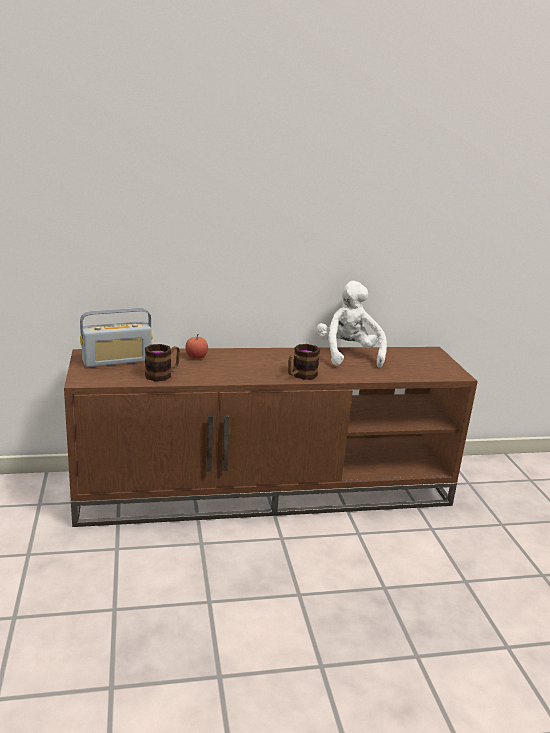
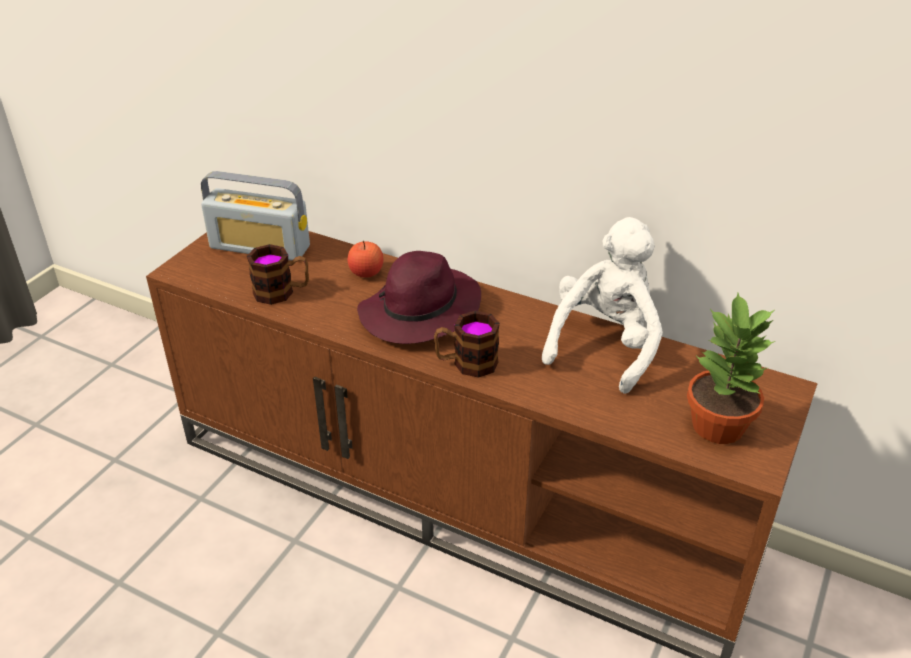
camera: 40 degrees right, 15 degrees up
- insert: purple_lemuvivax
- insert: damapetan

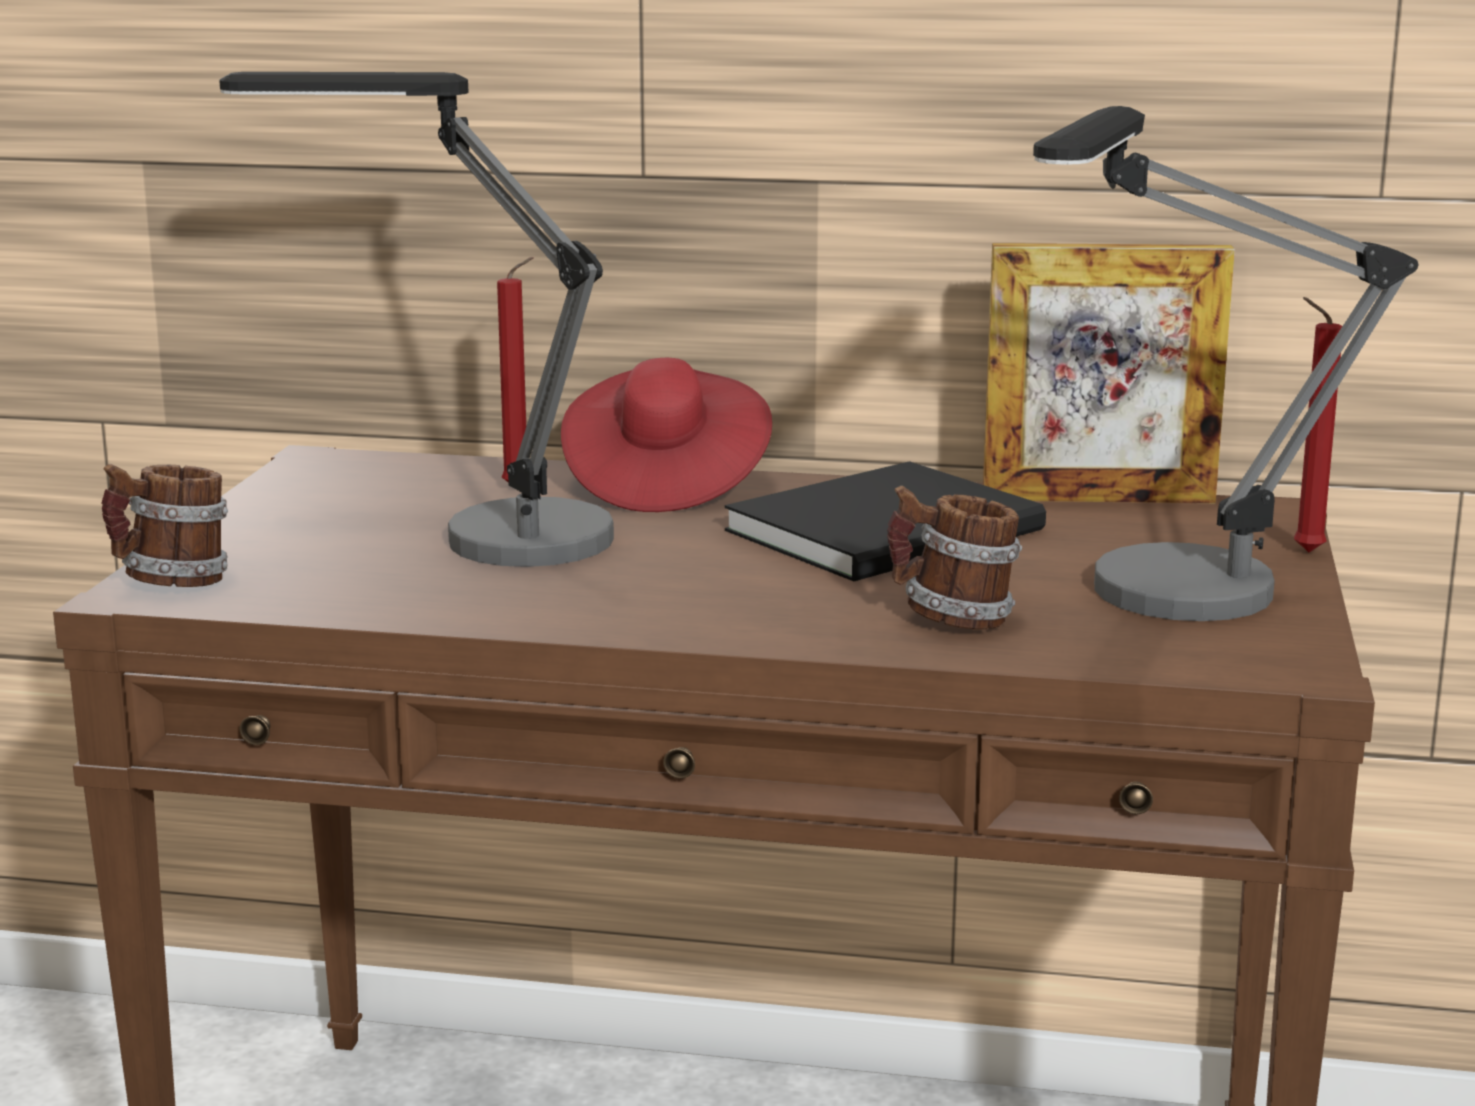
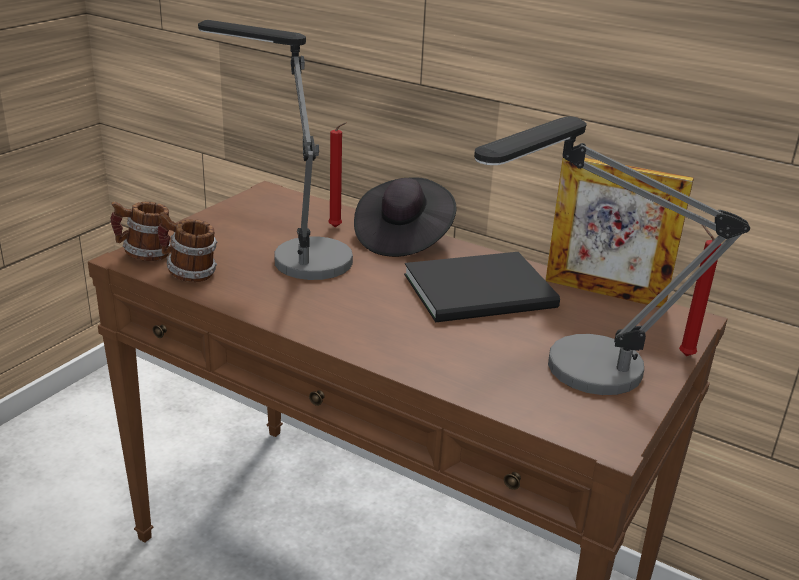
camera: 20 degrees right, 10 degrees up
- recolor: red_lemuvivax to black_lemuvivax
- move: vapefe (2nd from left)

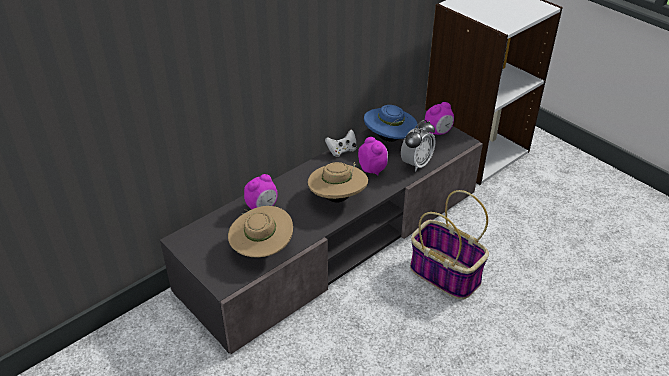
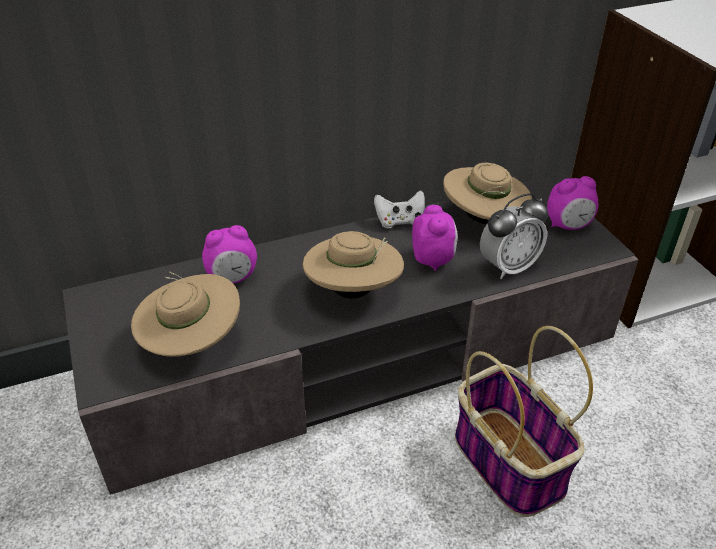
camera: 20 degrees right, 0 degrees up
- recolor: blue_lemuvivax to beige_lemuvivax (3rd from left)

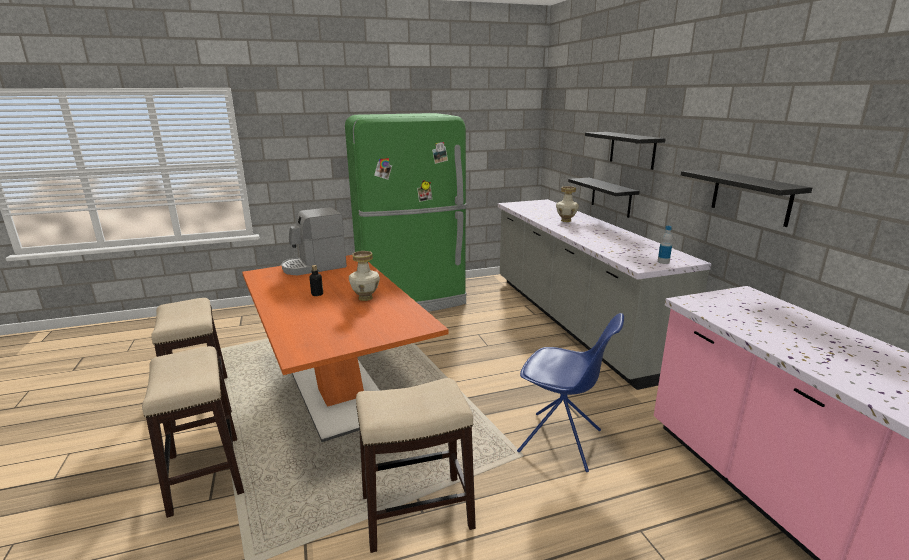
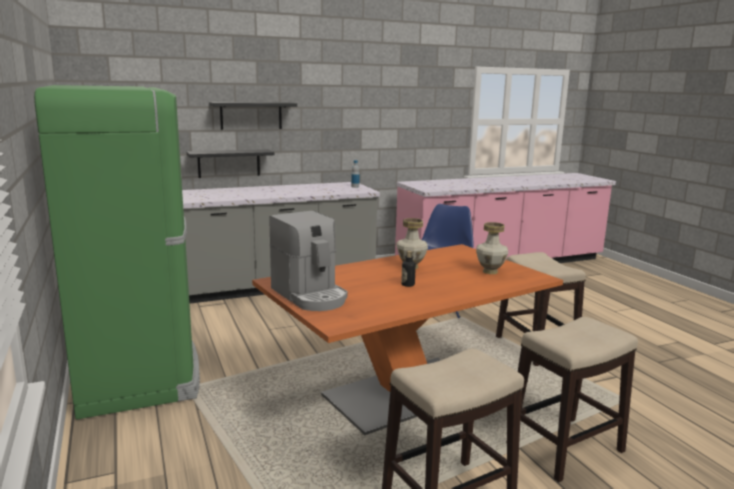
camera: 95 degrees left, 5 degrees down
- delete: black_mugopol (3rd from left)
- move: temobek (2nd from left)

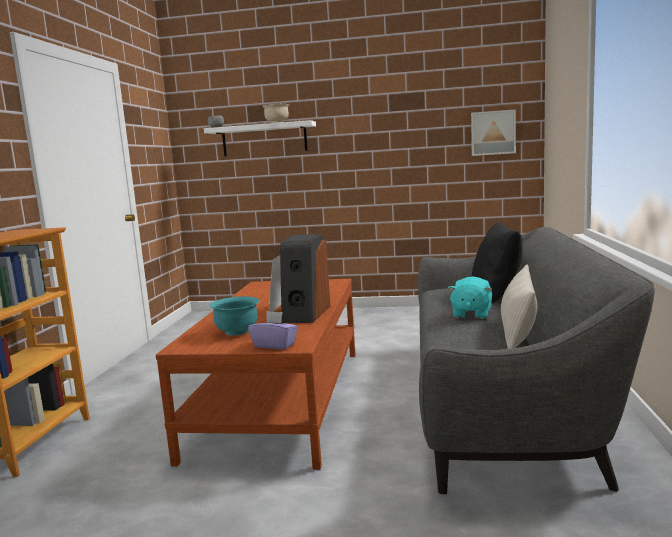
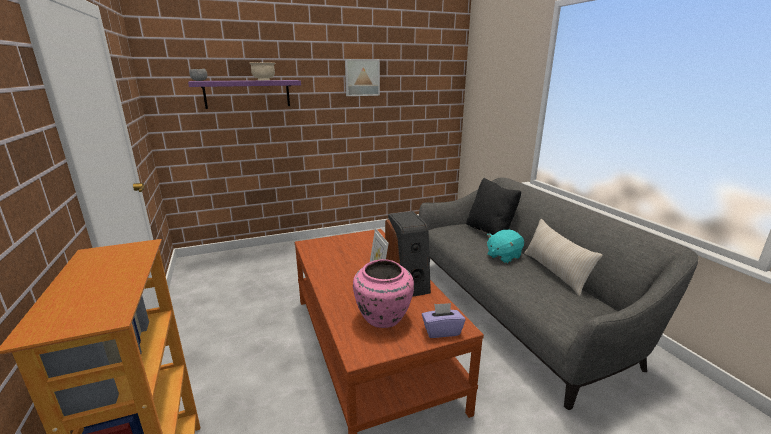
camera: 30 degrees left, 10 degrees up
- move: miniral
- recolor: white_mugopol to purple_mugopol
- rotate: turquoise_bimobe 60 degrees clockwise
- replace: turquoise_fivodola to pink_temobek

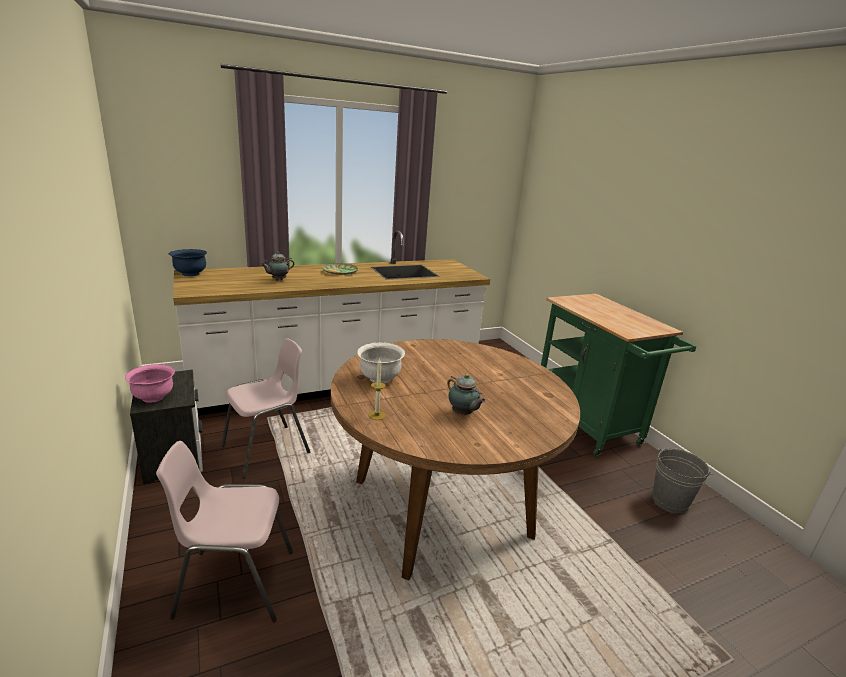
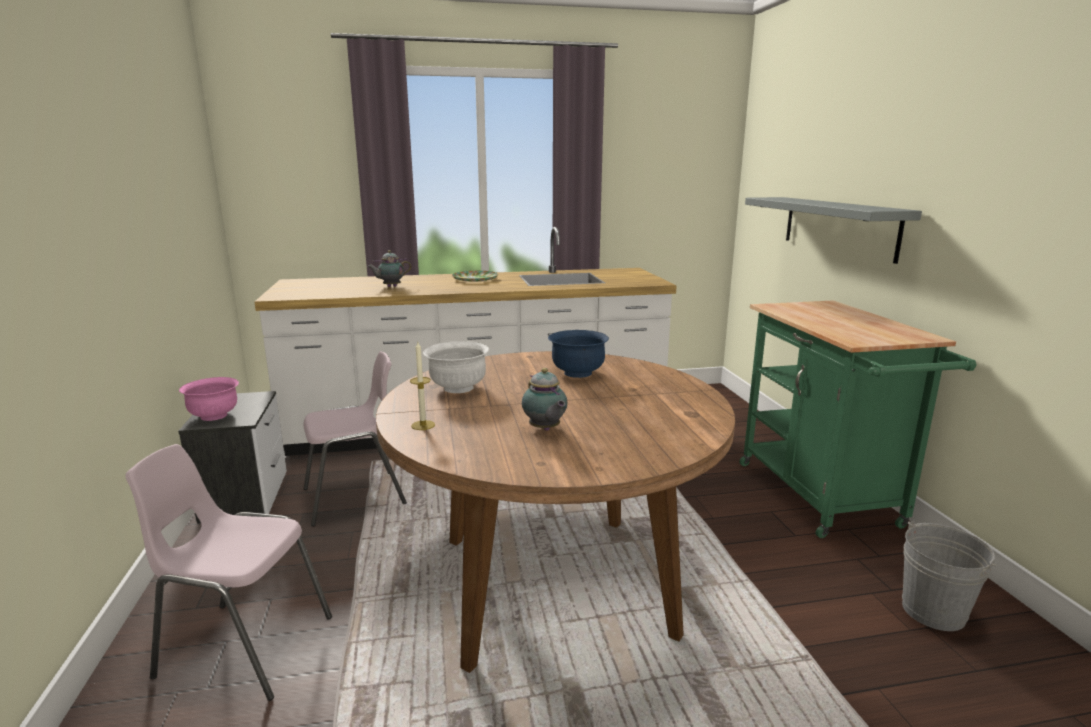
camera: 15 degrees right, 5 degrees down
- move: blue_fivodola
- insert: grey_mugopol

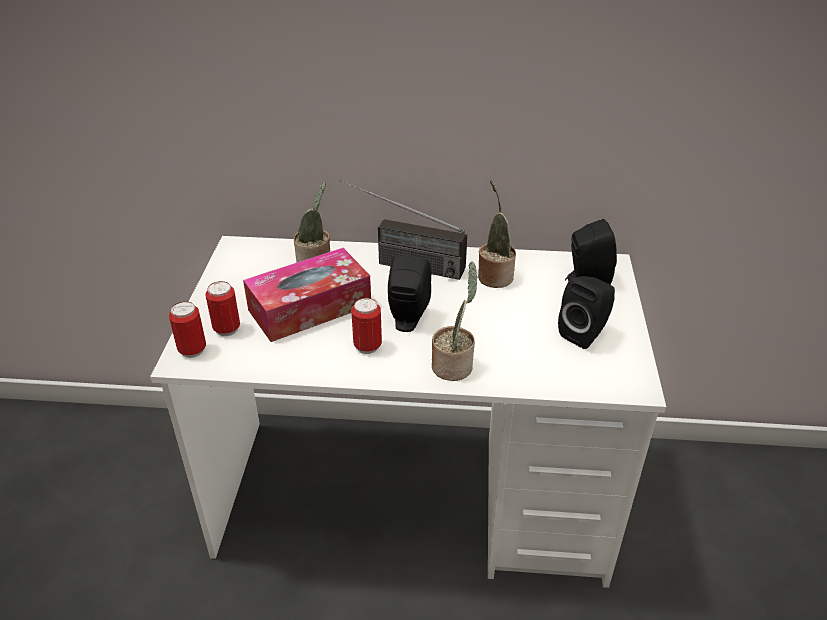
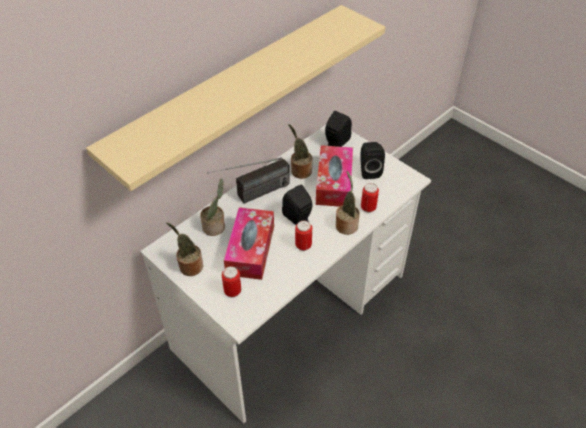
camera: 50 degrees left, 10 degrees up
- move: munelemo (1st from left in the first image) to munelemo (3rd from left)
- insert: beige_mugopol
- insert: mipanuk (2nd from left)
- insert: damapetan (1st from left)

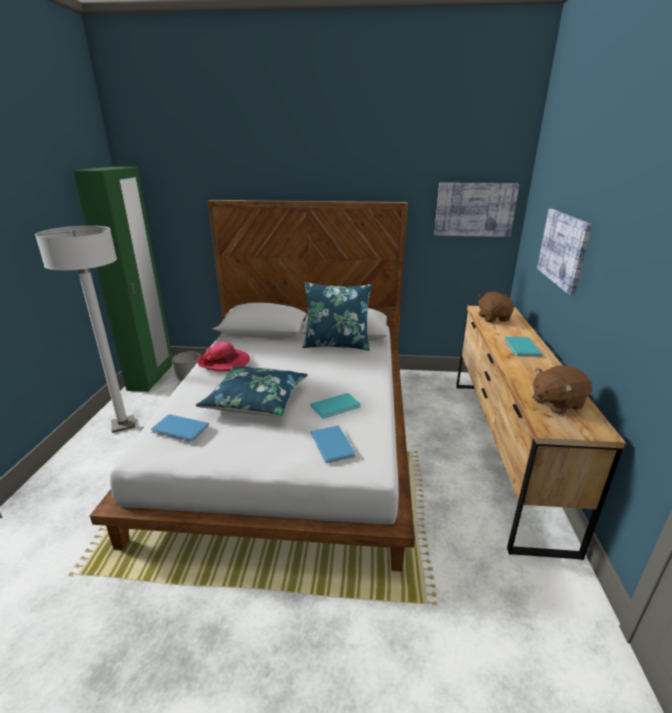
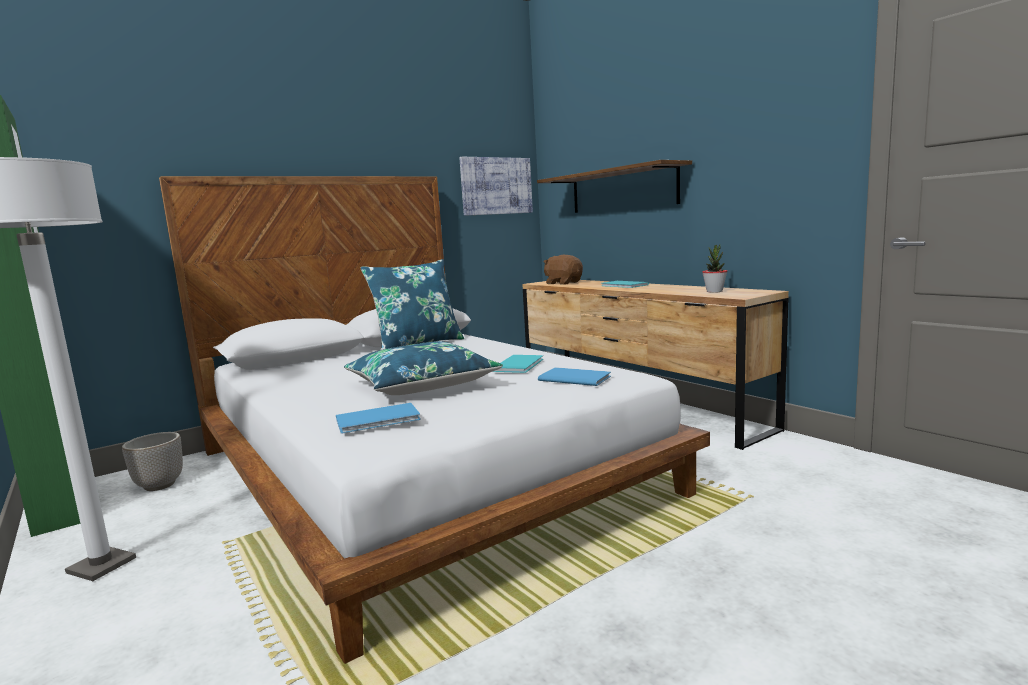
camera: 40 degrees left, 15 degrees down
- replace: miniral (2nd from left) to mugopol
- delete: lemuvivax
- replace: brown_bimobe (2nd from left) to damapetan

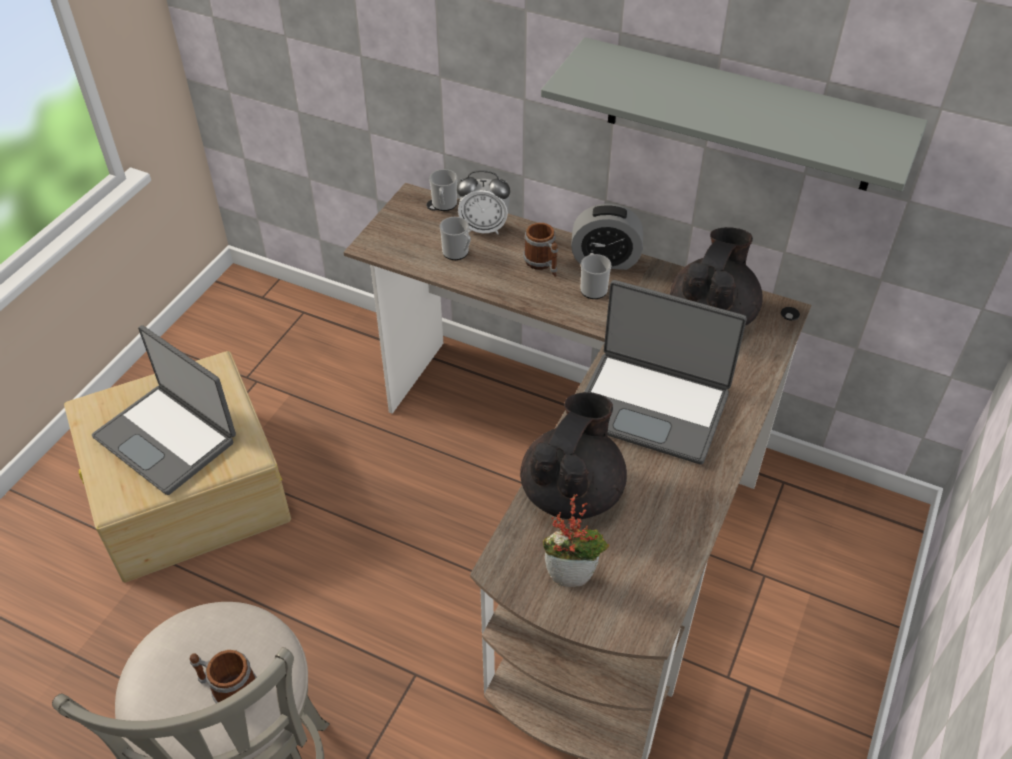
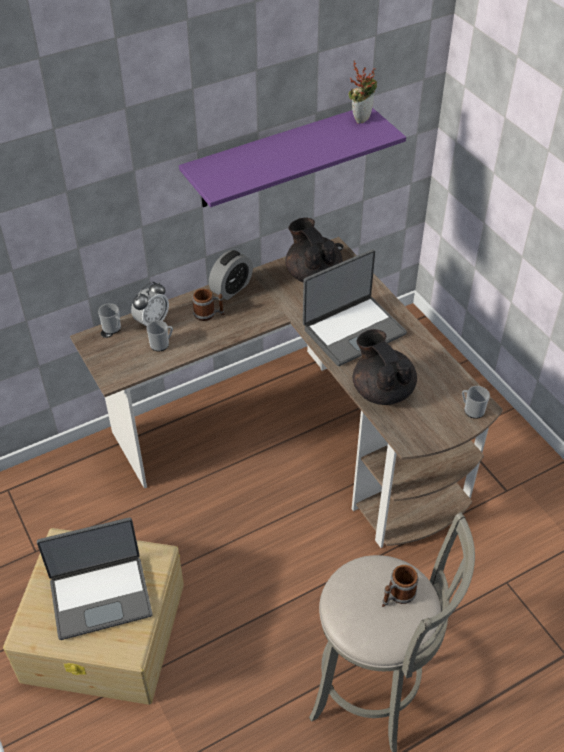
camera: 55 degrees left, 0 degrees up
- recolor: grey_mugopol to purple_mugopol
- move: vapefe (5th from left)
- move: damapetan

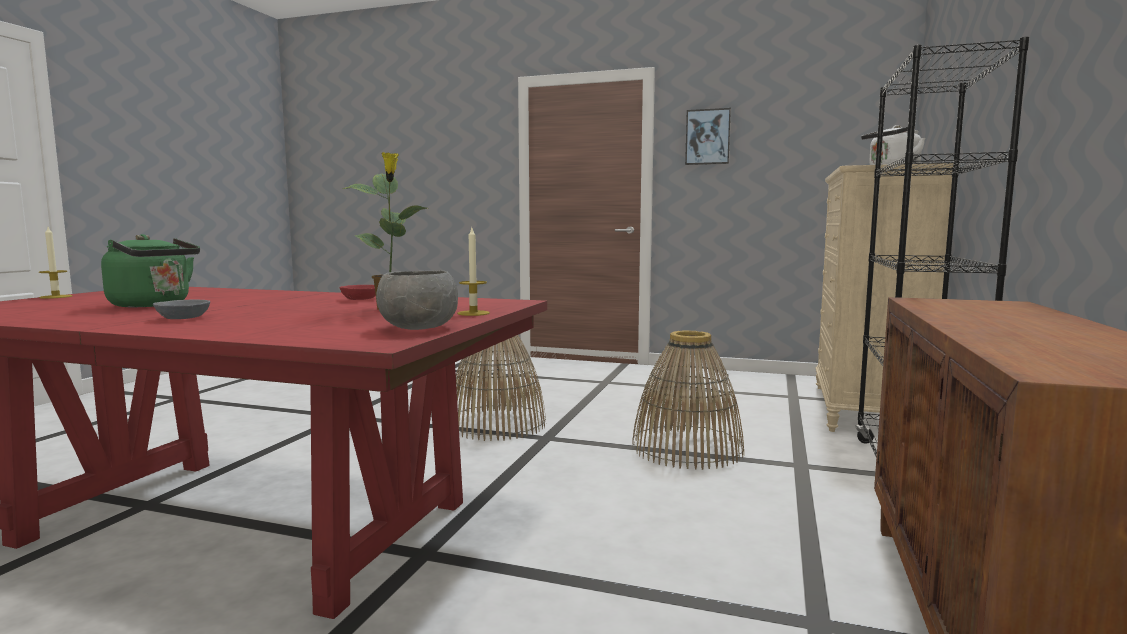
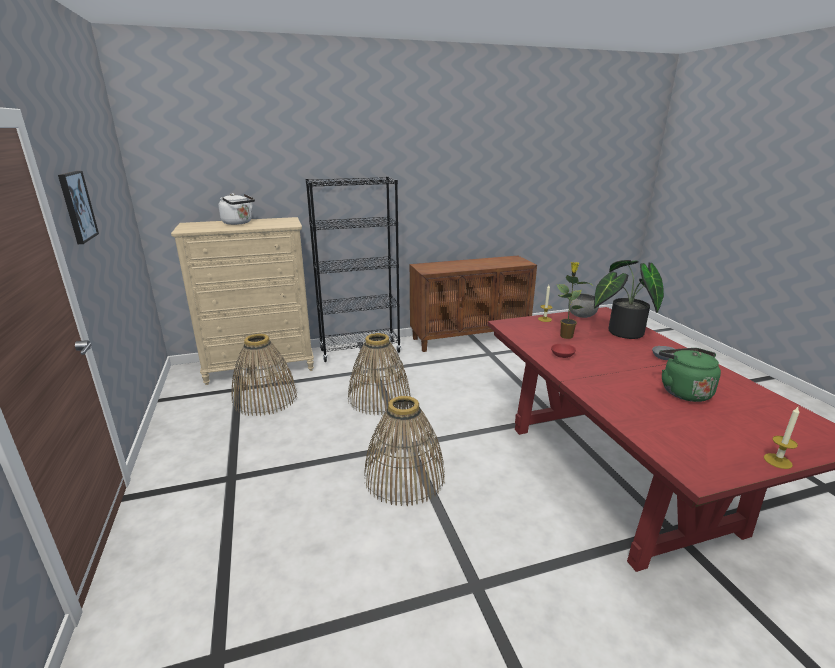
camera: 125 degrees left, 15 degrees up
- insert: damapetan (2nd from left)
- insert: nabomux (1st from left)

